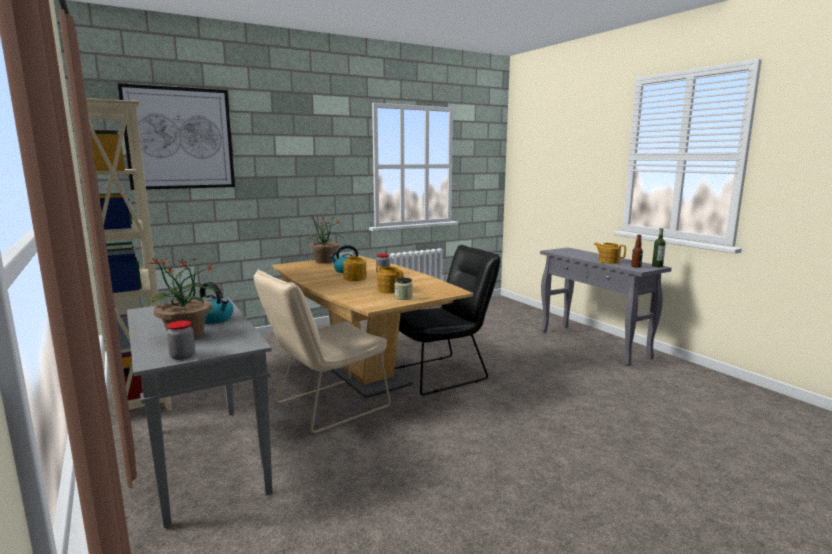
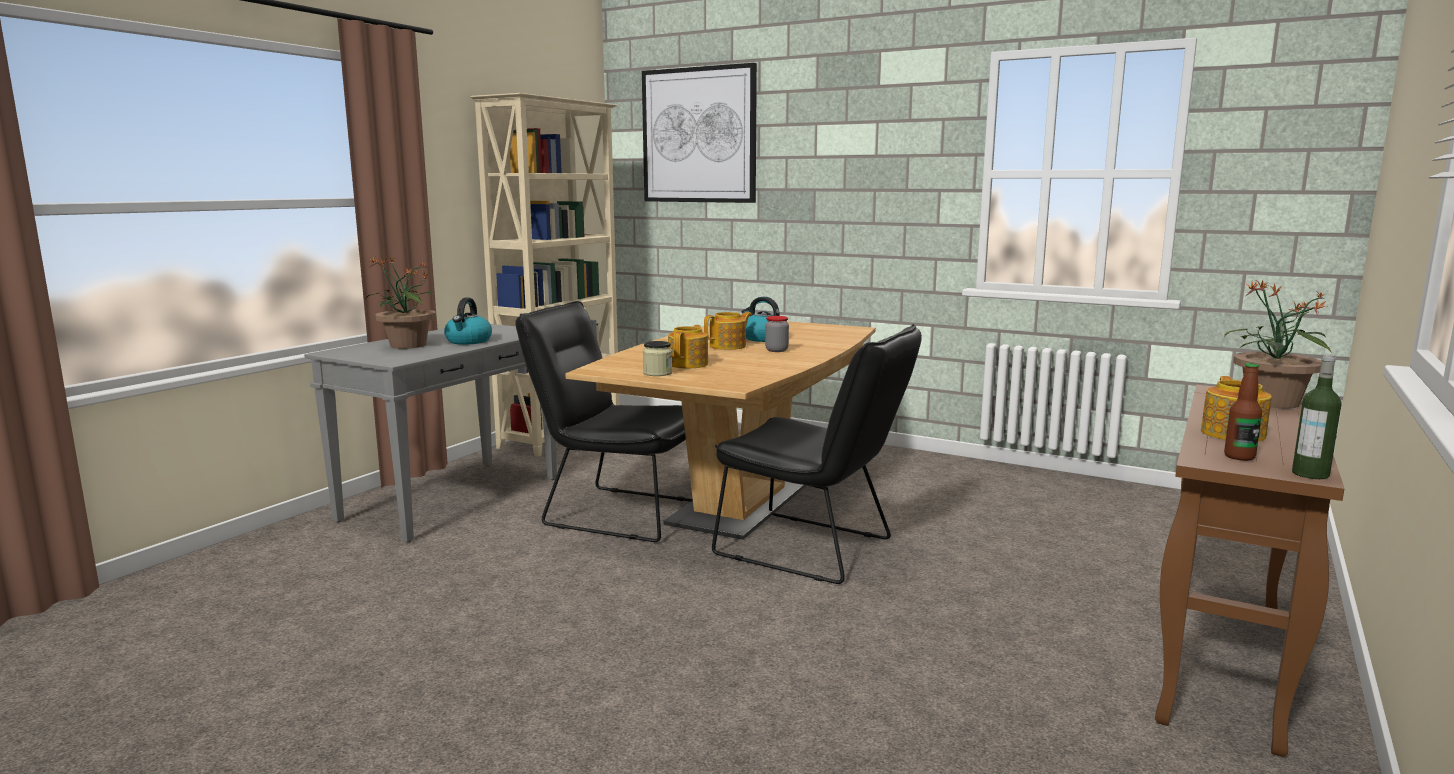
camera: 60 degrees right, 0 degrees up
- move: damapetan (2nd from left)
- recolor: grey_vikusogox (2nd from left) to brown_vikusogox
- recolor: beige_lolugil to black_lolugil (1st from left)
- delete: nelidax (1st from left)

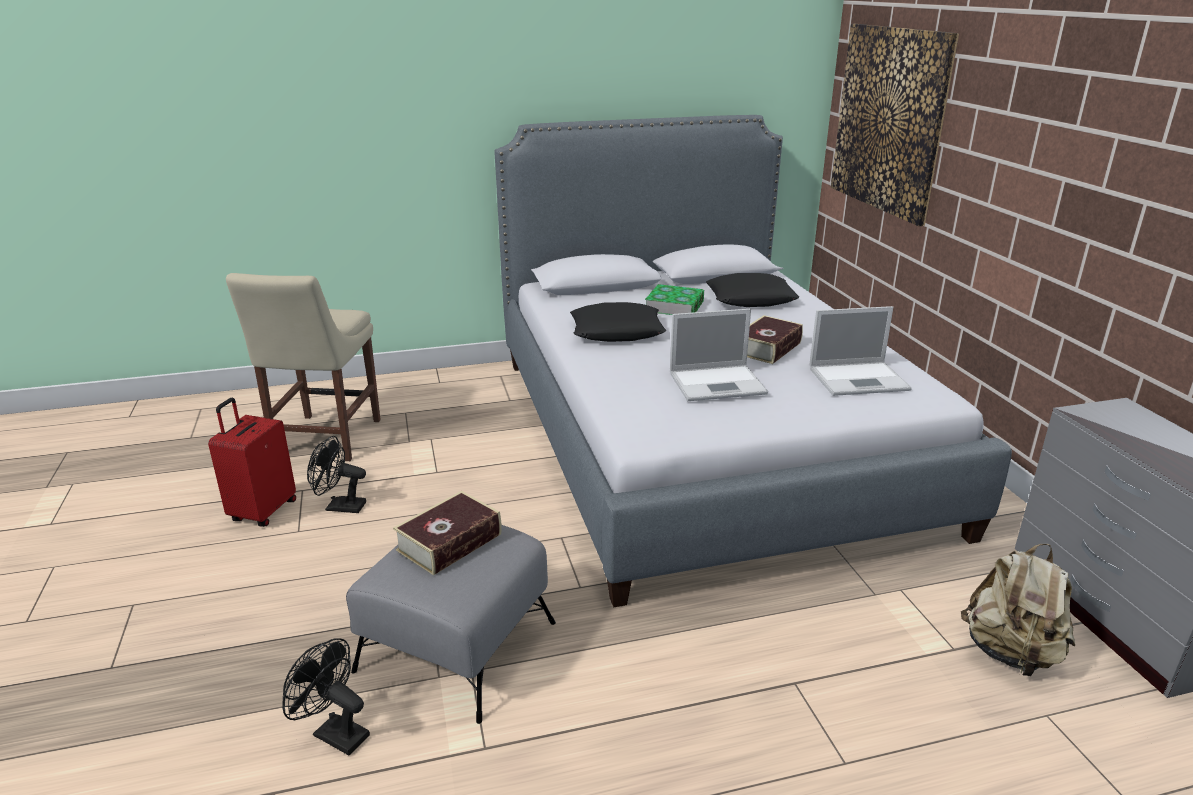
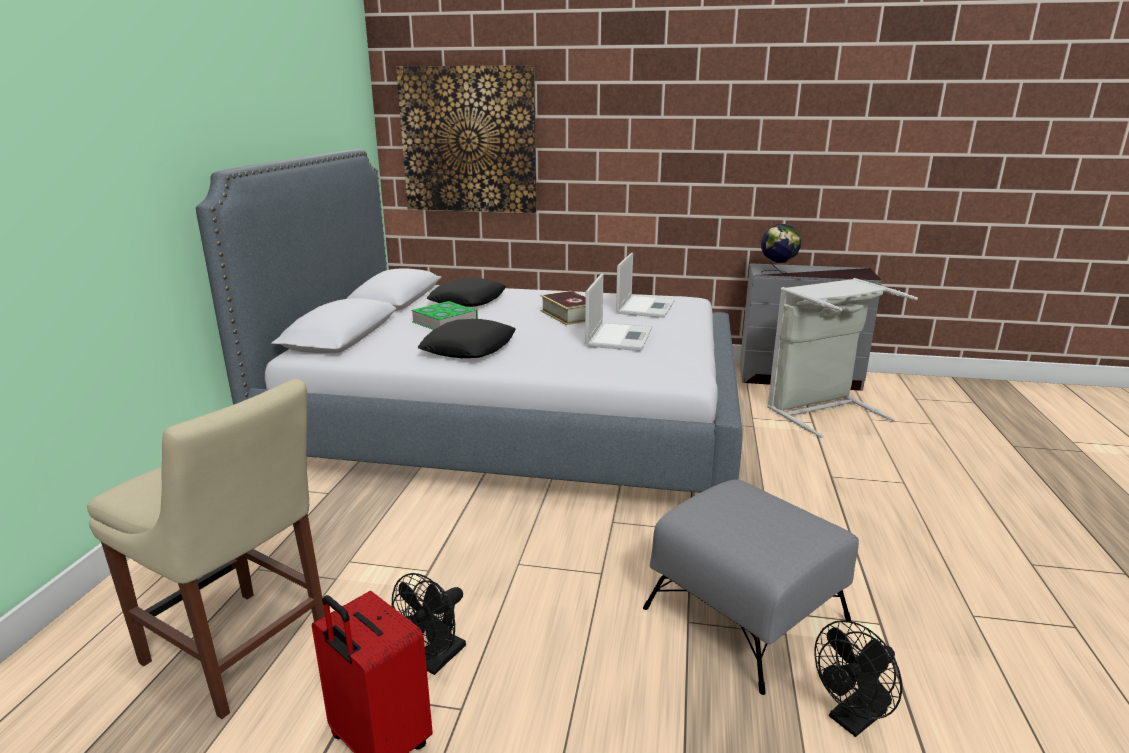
camera: 65 degrees left, 5 degrees down
- delete: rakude (1st from left)
- replace: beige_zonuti to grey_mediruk
- insert: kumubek

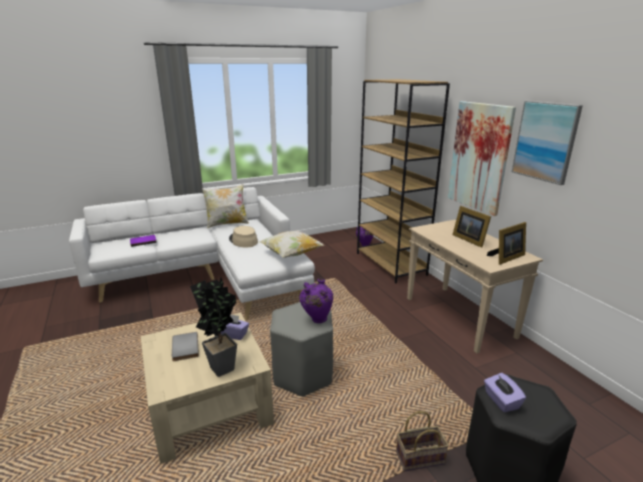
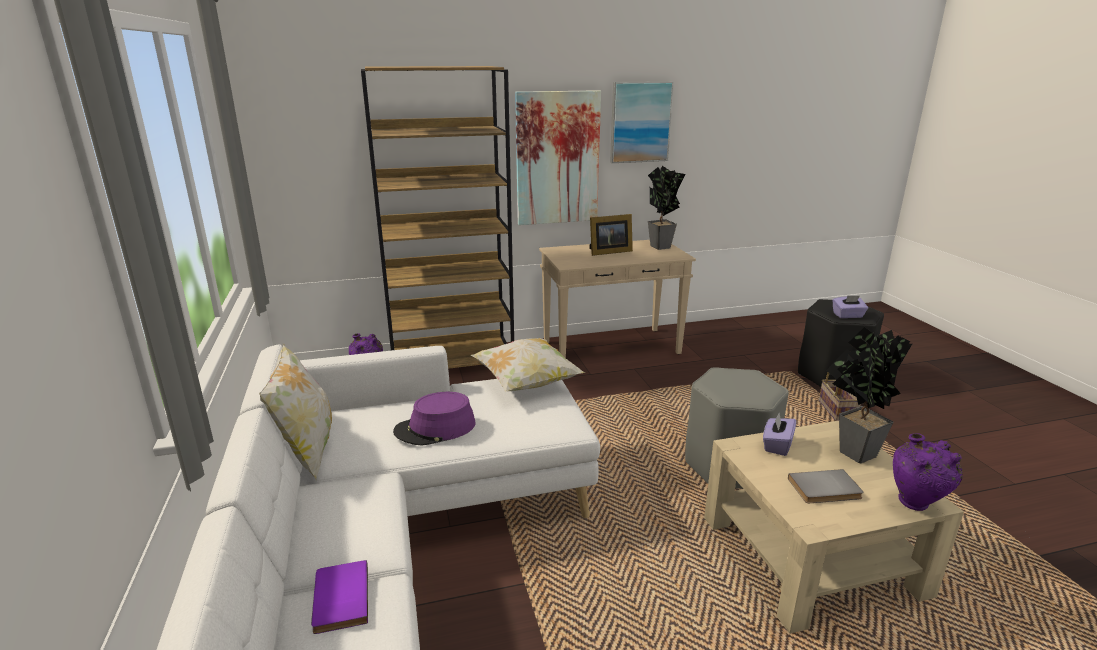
camera: 80 degrees left, 0 degrees up
- replace: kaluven (2nd from left) to damapetan (1st from left)
- recolor: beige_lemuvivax to purple_lemuvivax
- move: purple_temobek (1st from left in the first image) to purple_temobek (2nd from left)

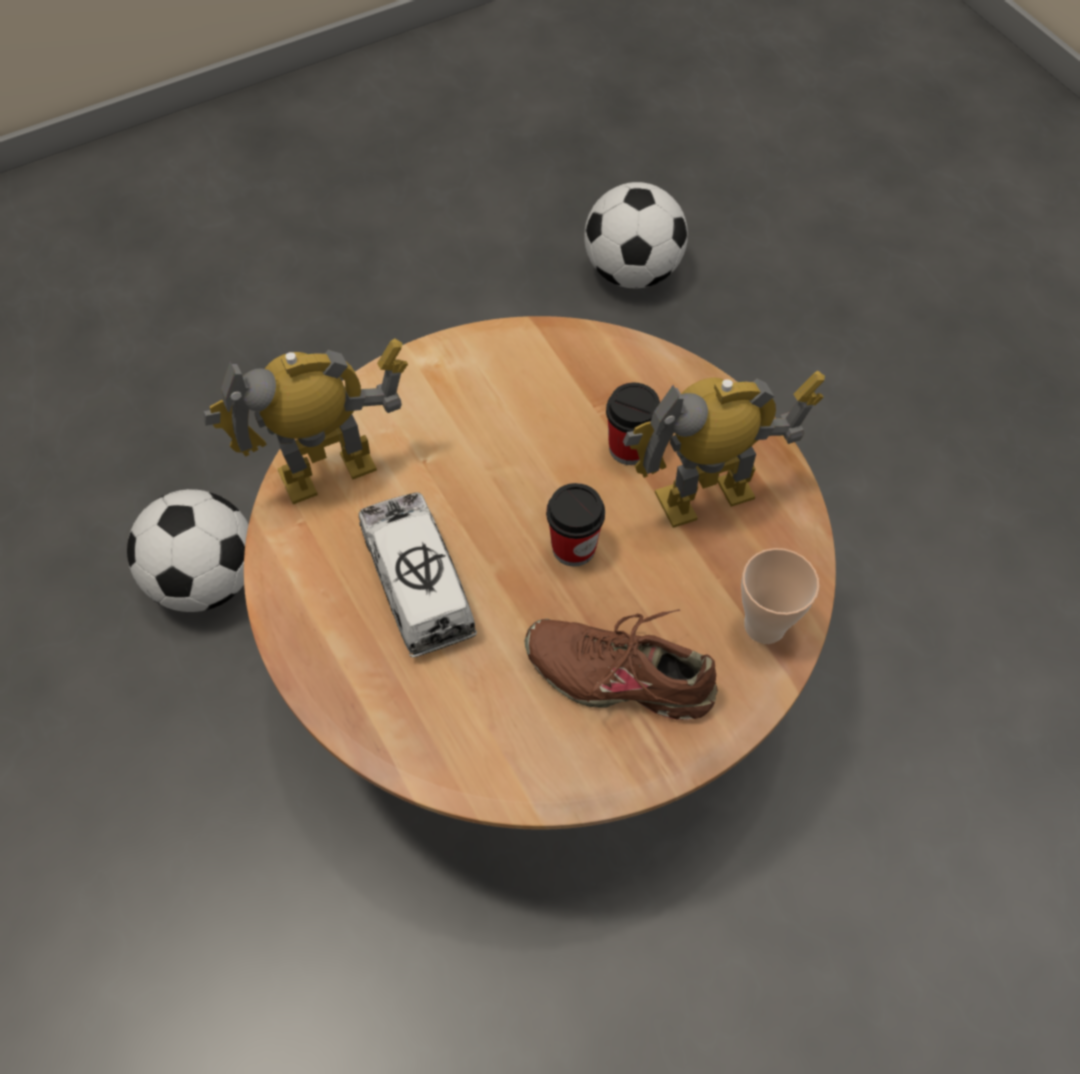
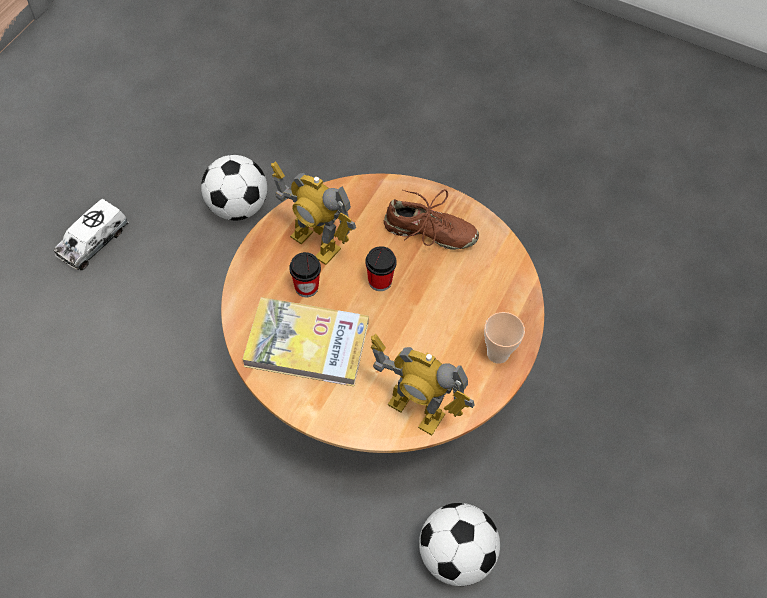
camera: 125 degrees left, 0 degrees up
- move: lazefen (2nd from left in the first image) to lazefen (1st from left)
- move: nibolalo
- move: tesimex (3rd from left)
- rotate: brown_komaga 60 degrees counterclockwise
- insert: rakude

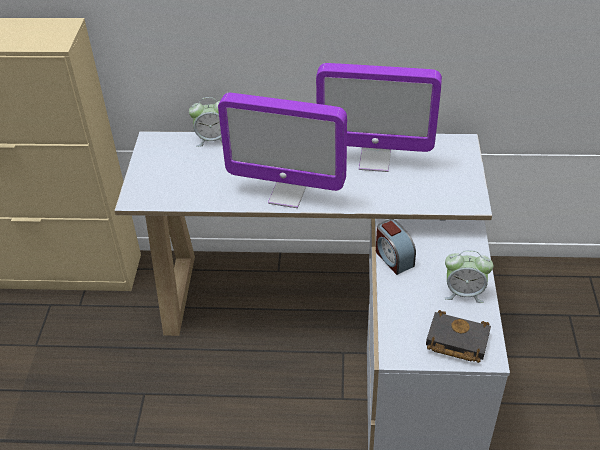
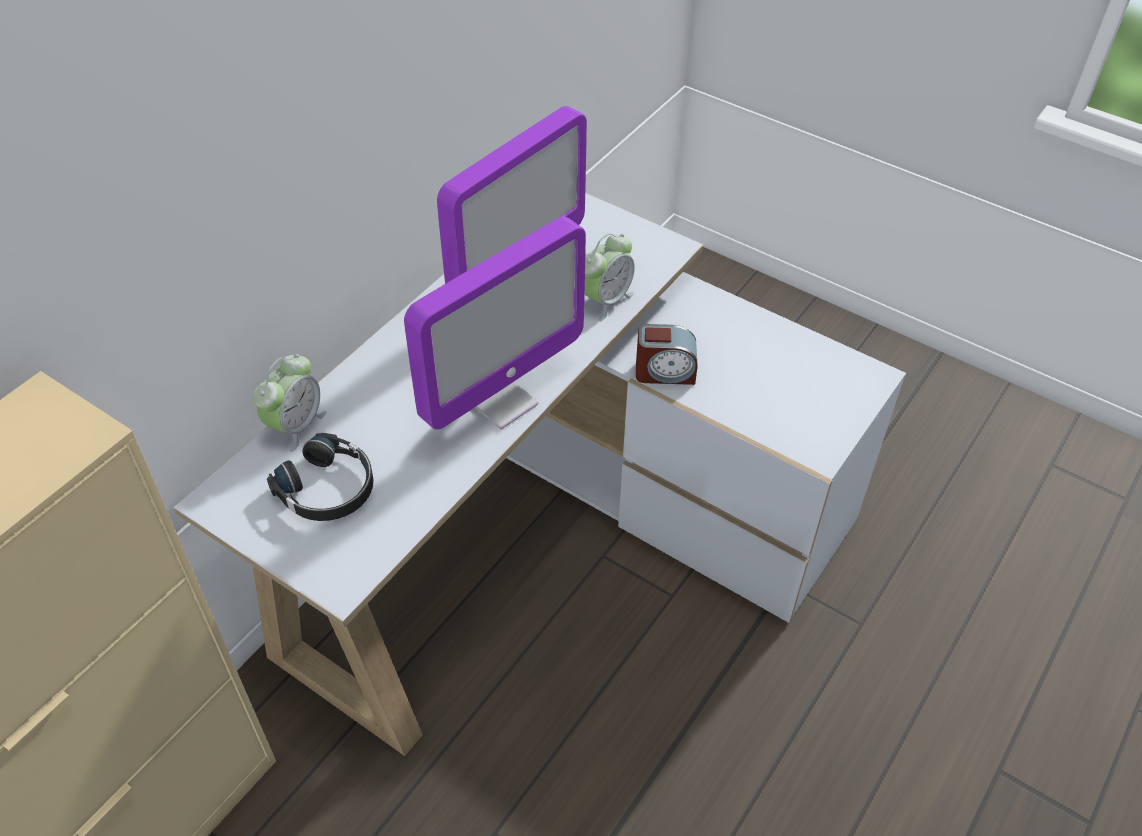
camera: 60 degrees left, 5 degrees up
- move: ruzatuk (3rd from left in the first image) to ruzatuk (2nd from left)
- delete: black_rakude
- insert: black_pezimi

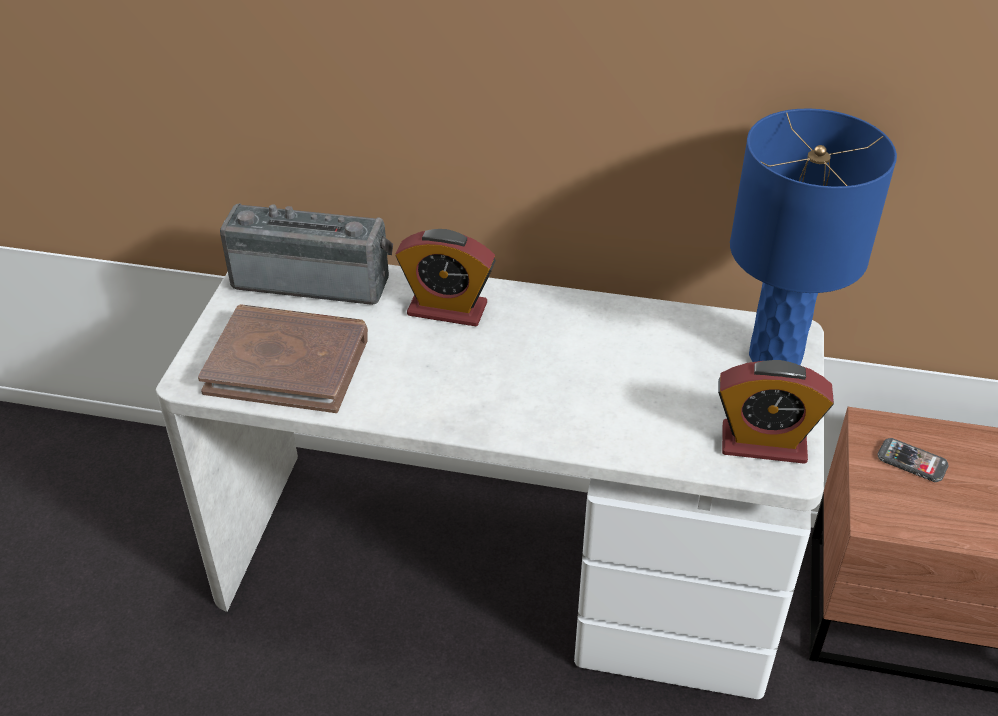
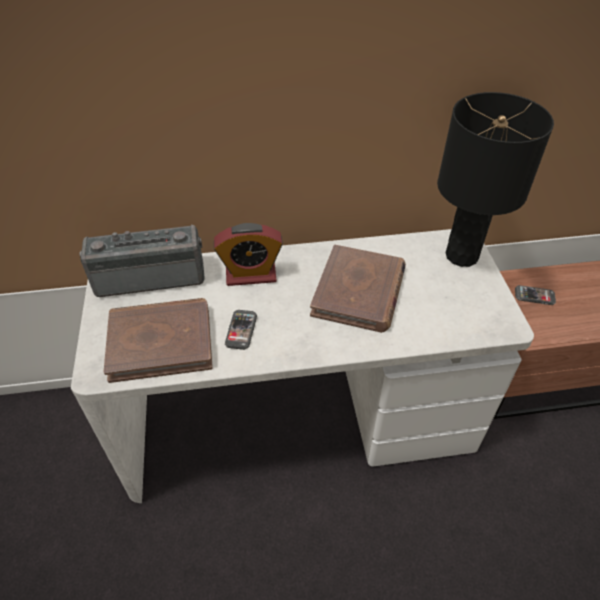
camera: 20 degrees left, 5 degrees up
- recolor: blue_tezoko to black_tezoko
- delete: ruzatuk (2nd from left)
- insert: brown_rakude (2nd from left)
- insert: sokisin (1st from left)

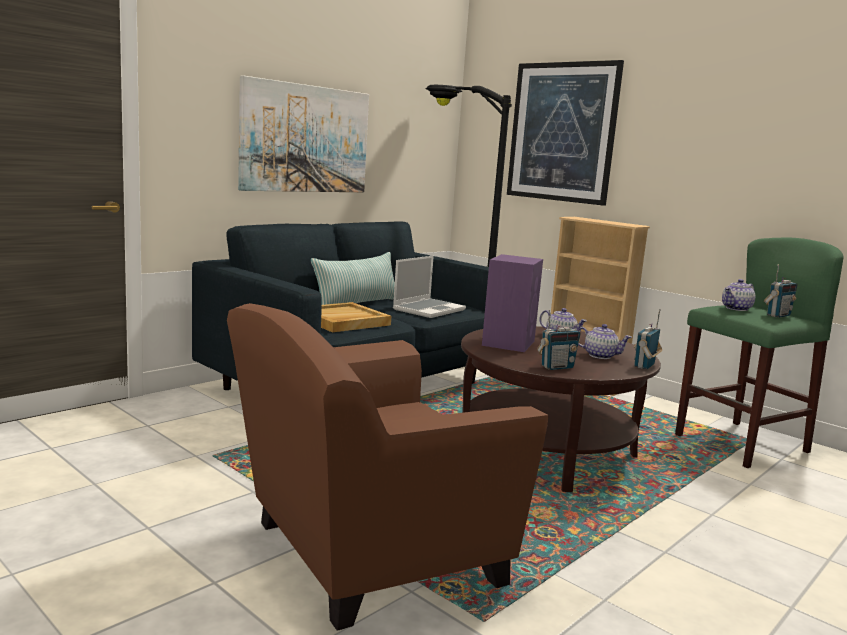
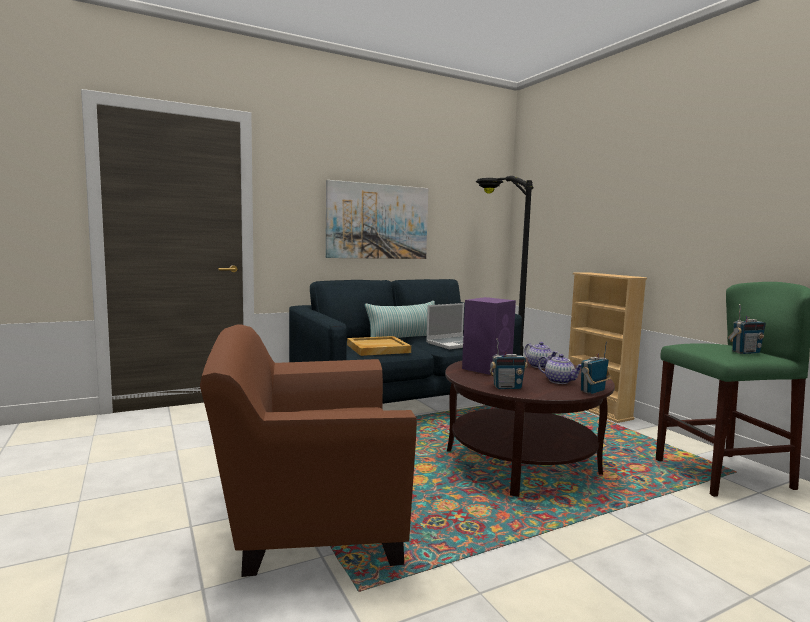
camera: 20 degrees right, 5 degrees down
- delete: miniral (2nd from left)
- delete: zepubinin (3rd from left)

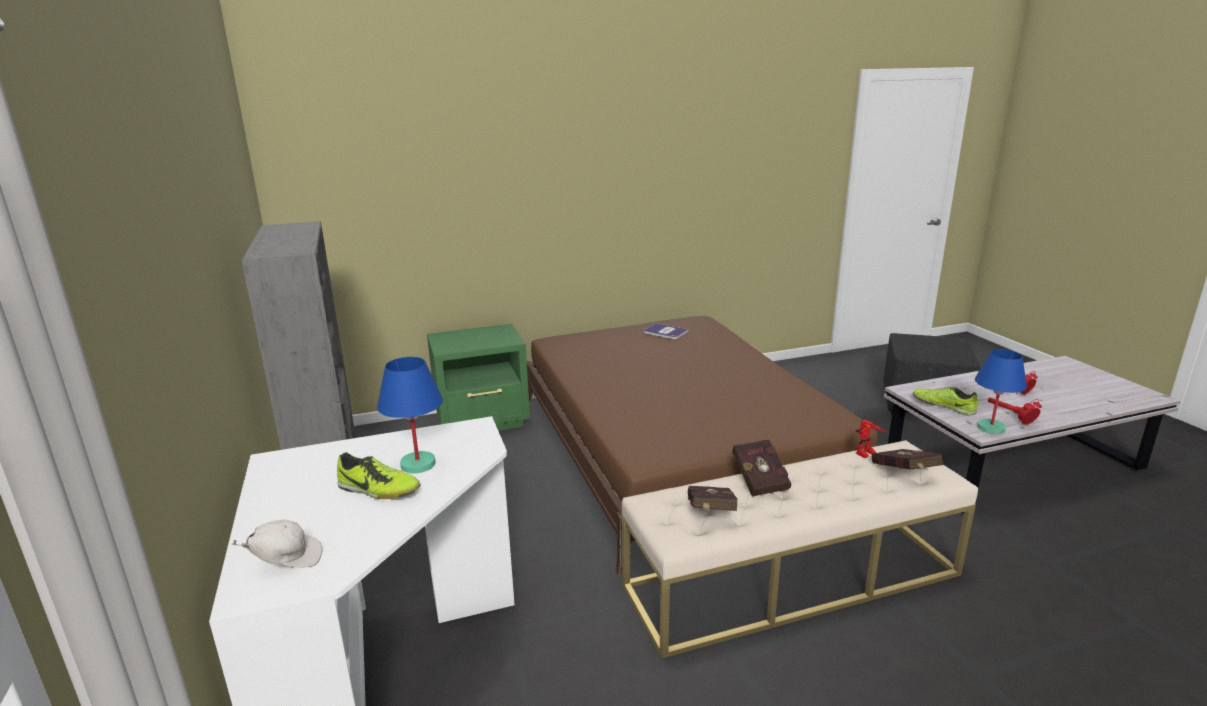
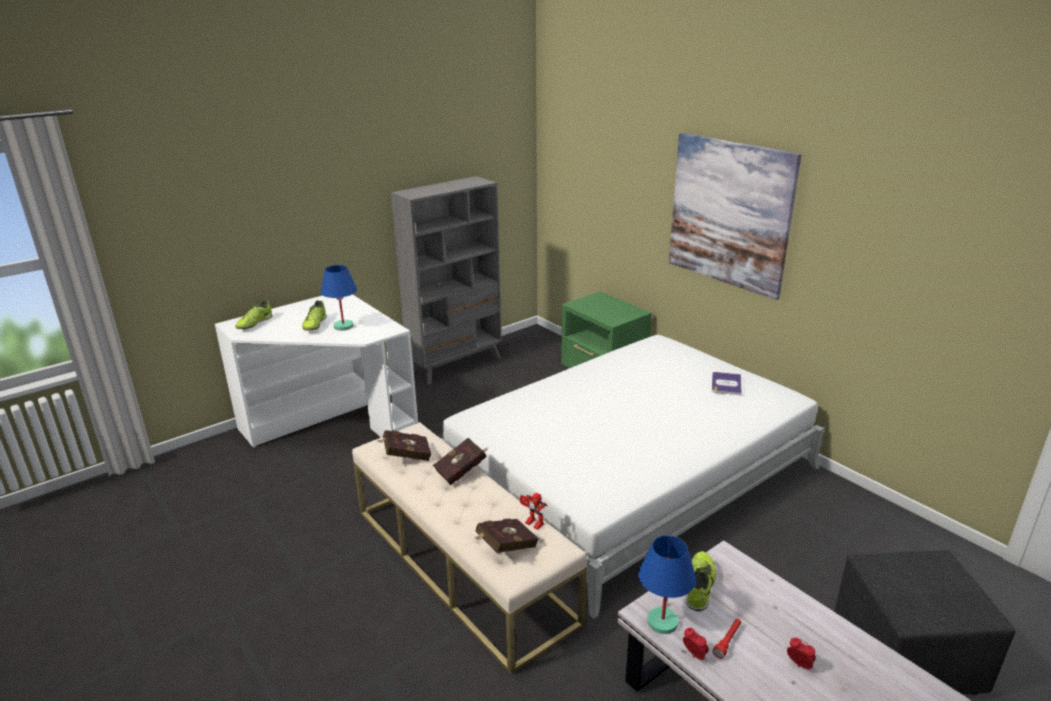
camera: 70 degrees right, 5 degrees up
- recolor: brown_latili to white_latili
- replace: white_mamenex to komaga (1st from left)
- insert: miniral

